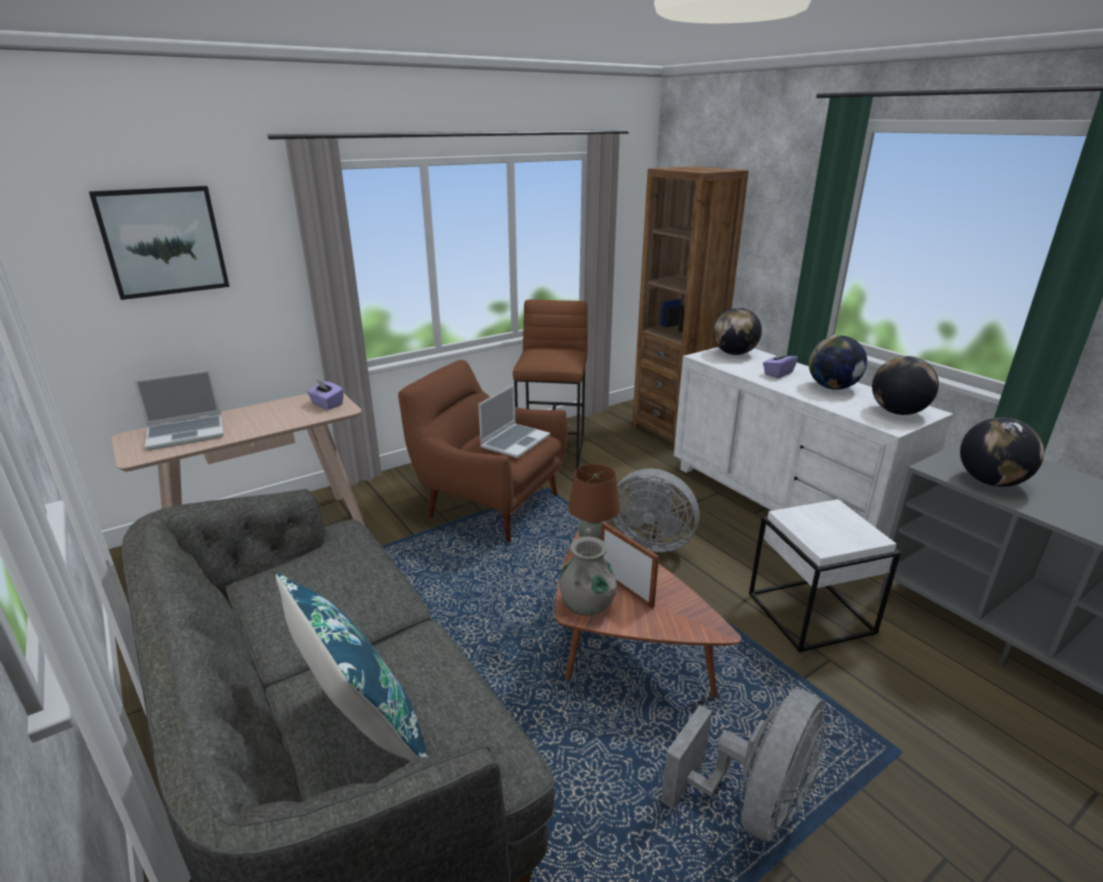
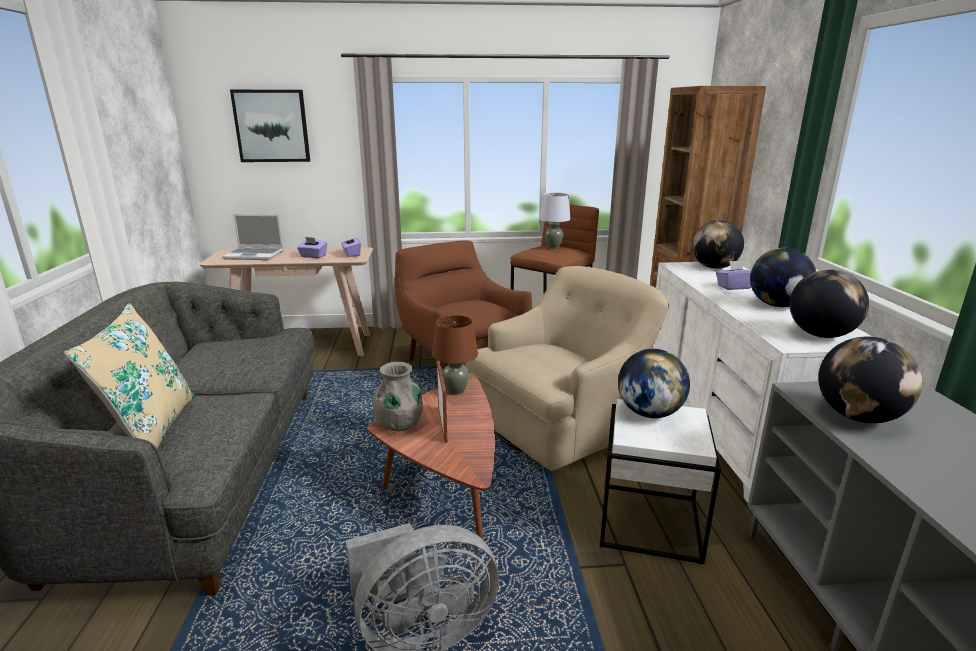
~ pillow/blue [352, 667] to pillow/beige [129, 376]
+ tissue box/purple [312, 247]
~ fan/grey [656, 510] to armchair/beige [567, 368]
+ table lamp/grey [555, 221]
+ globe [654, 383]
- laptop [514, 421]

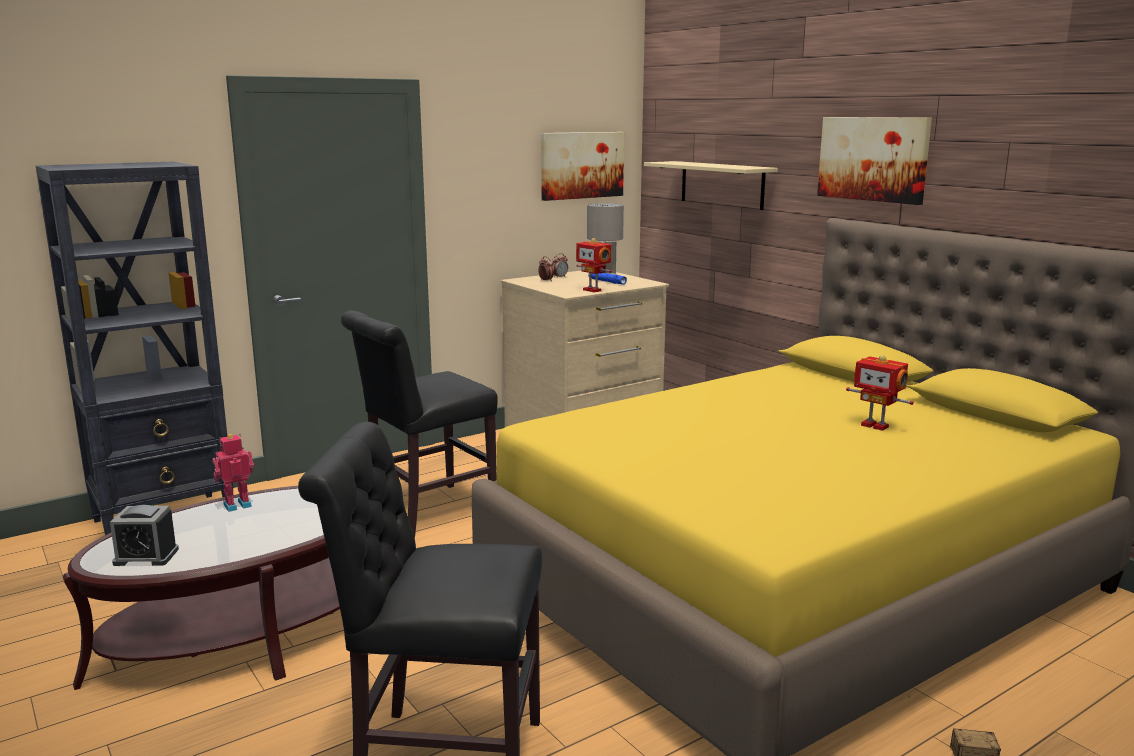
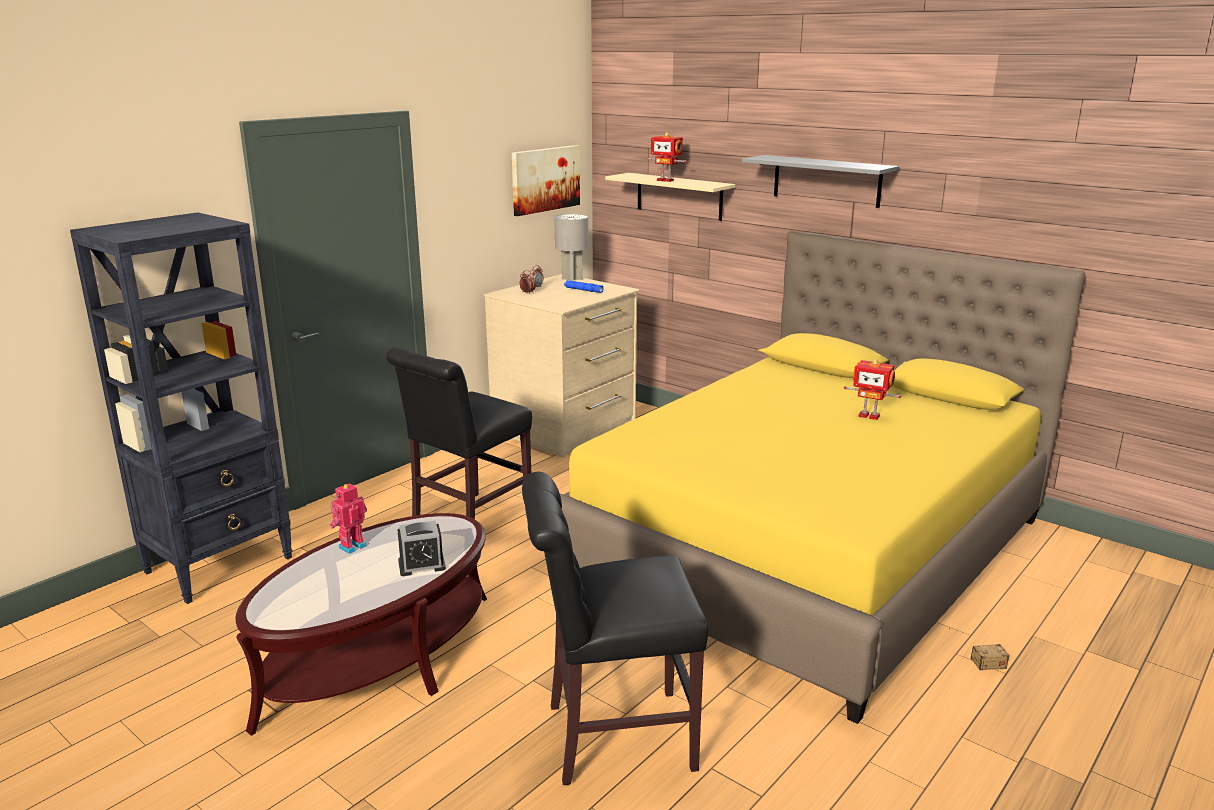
~ alarm clock [144, 535] to [421, 548]
~ toy robot [594, 265] to [666, 157]
~ picture [874, 161] to shelf/grey [820, 181]

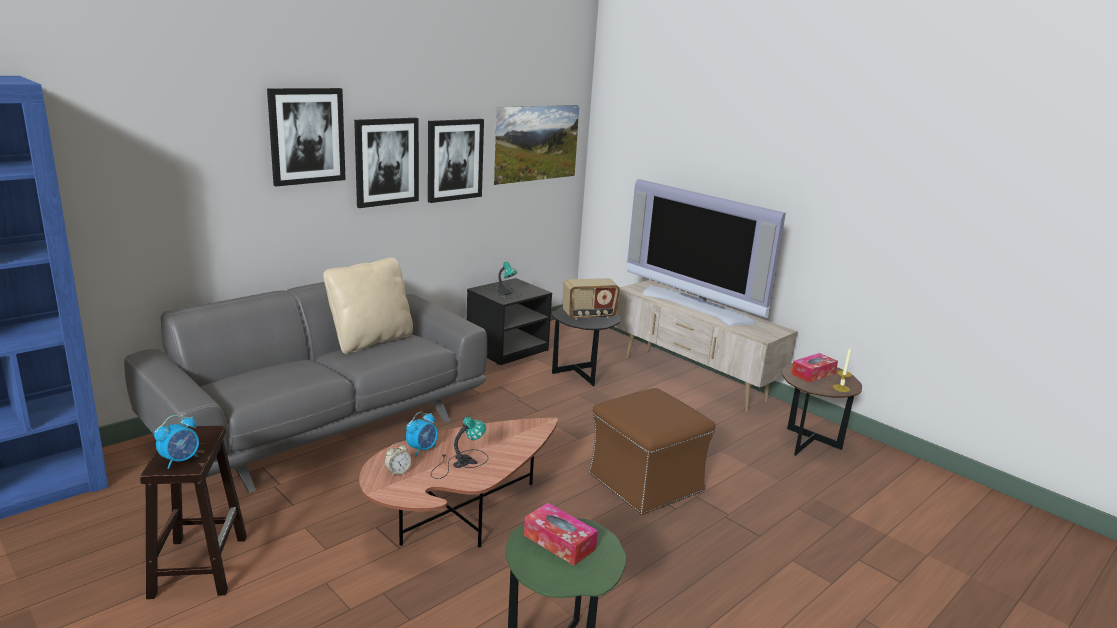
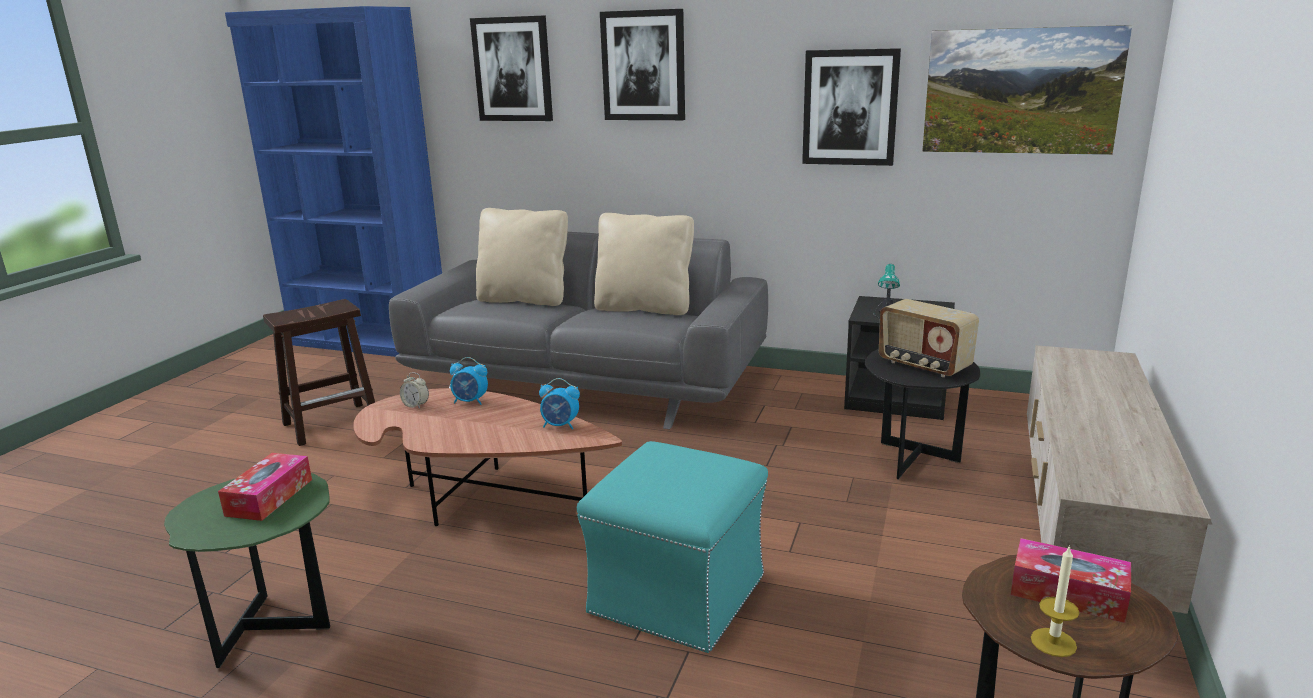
~ picture [386, 163] to [511, 68]
+ pillow/beige [522, 257]
~ alarm clock [176, 442] to [559, 404]
~ ottoman/brown [652, 451] to ottoman/turquoise [672, 547]
- table lamp [459, 448]
- television [706, 252]

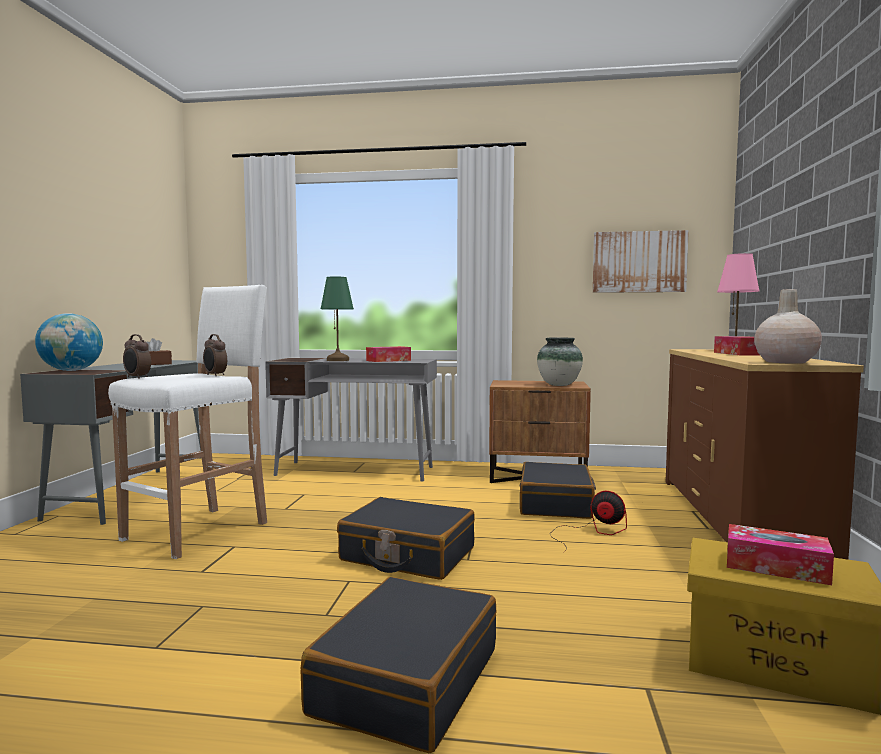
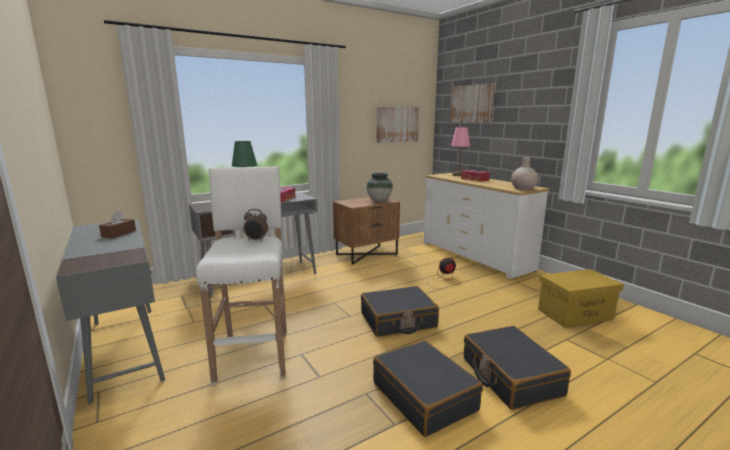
~ suitcase/black [558, 490] to [428, 388]
~ dresser/brown [765, 454] to dresser/white [486, 226]
+ picture [472, 103]
- globe [69, 342]
- alarm clock [137, 356]
- tissue box [780, 554]

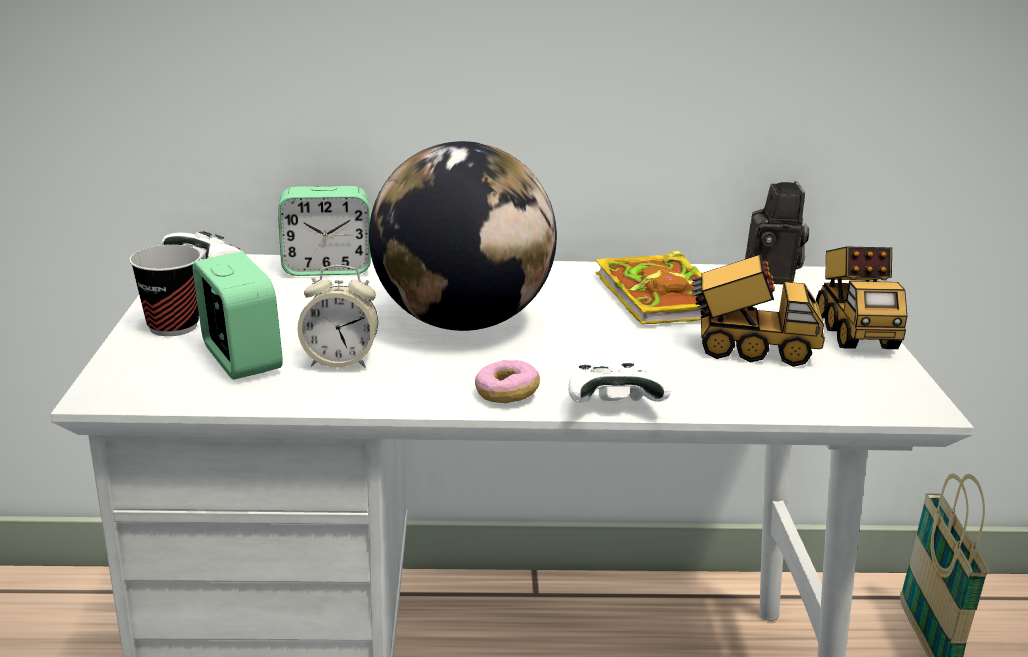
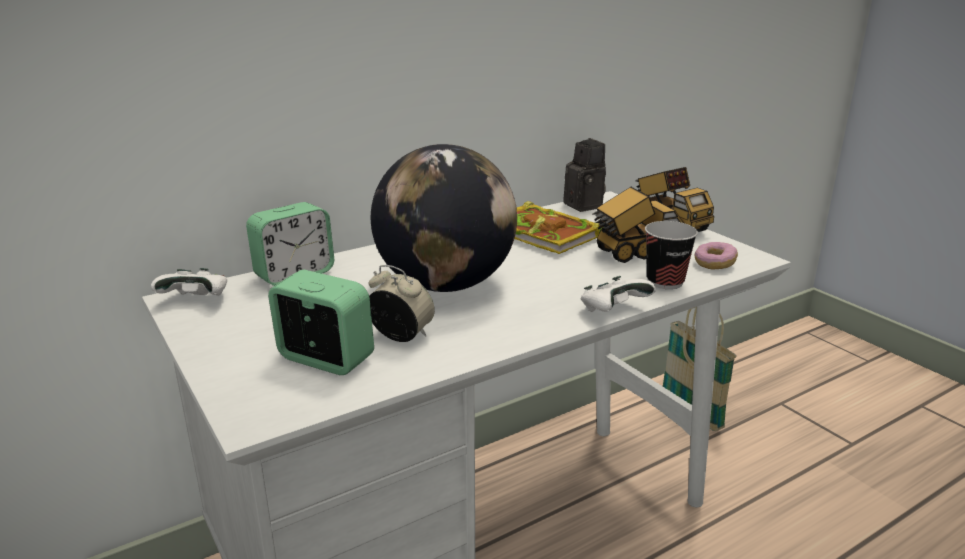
~ alarm clock [337, 316] = [402, 303] 120 degrees counterclockwise
~ cup [165, 290] to [671, 255]
~ donut [507, 381] to [716, 256]

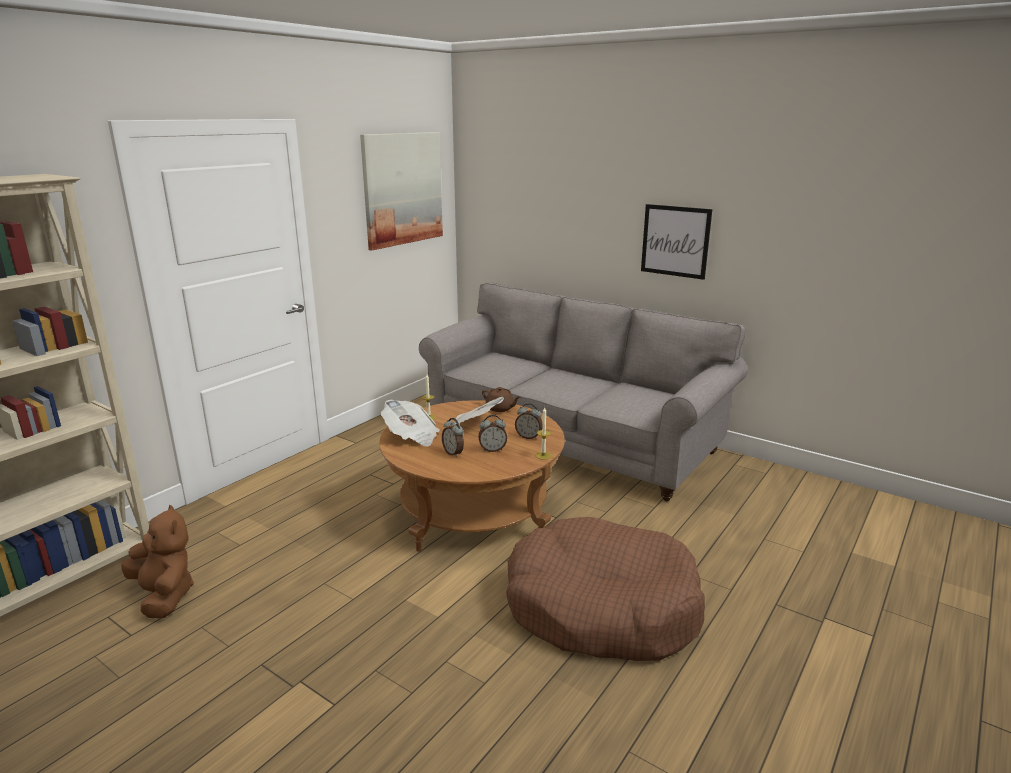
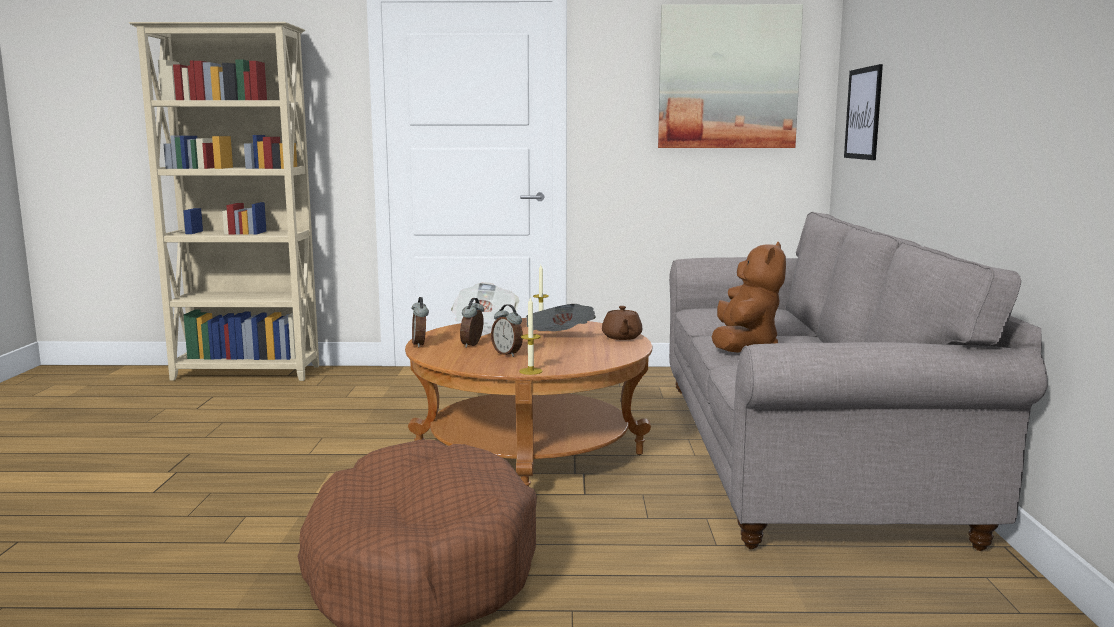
~ alarm clock [529, 421] to [420, 322]
~ plush toy/brown [157, 561] to [749, 297]
~ picture [676, 242] to [863, 112]

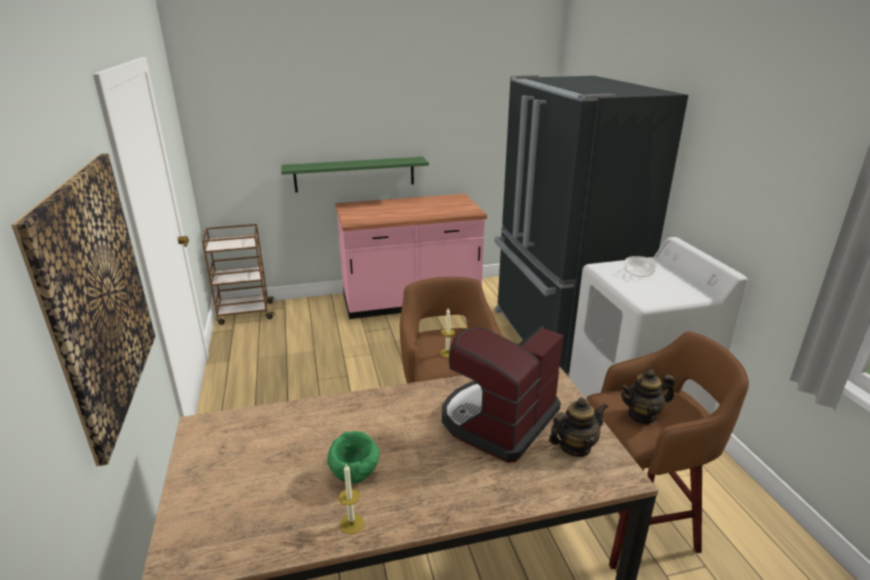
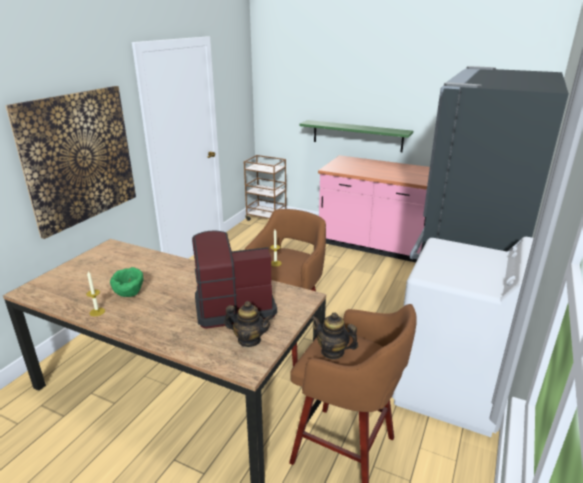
- bowl [641, 266]

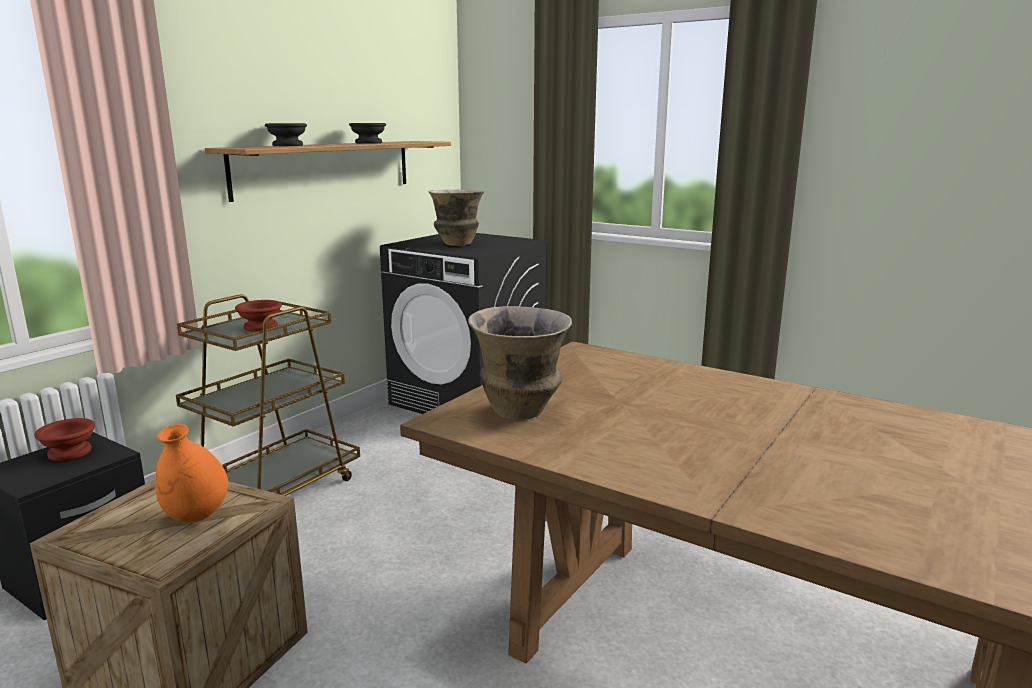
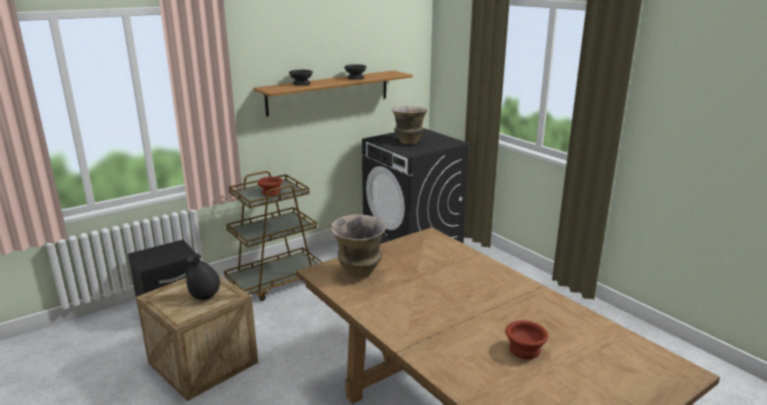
~ vase/orange [191, 473] to vase/black [203, 277]
~ bowl/brown [65, 439] to [526, 339]

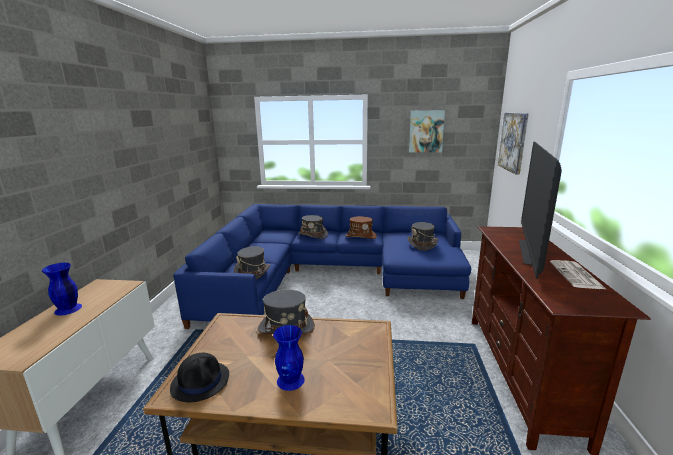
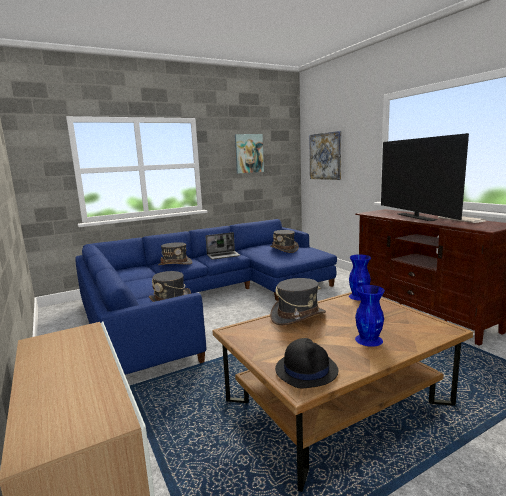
~ hat/brown [361, 227] to laptop [223, 246]
~ vase/blue [62, 289] to [360, 277]

